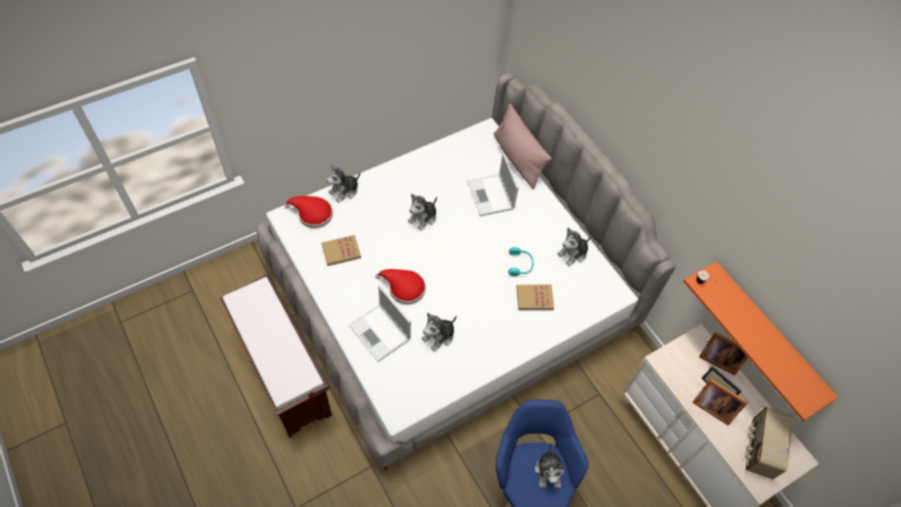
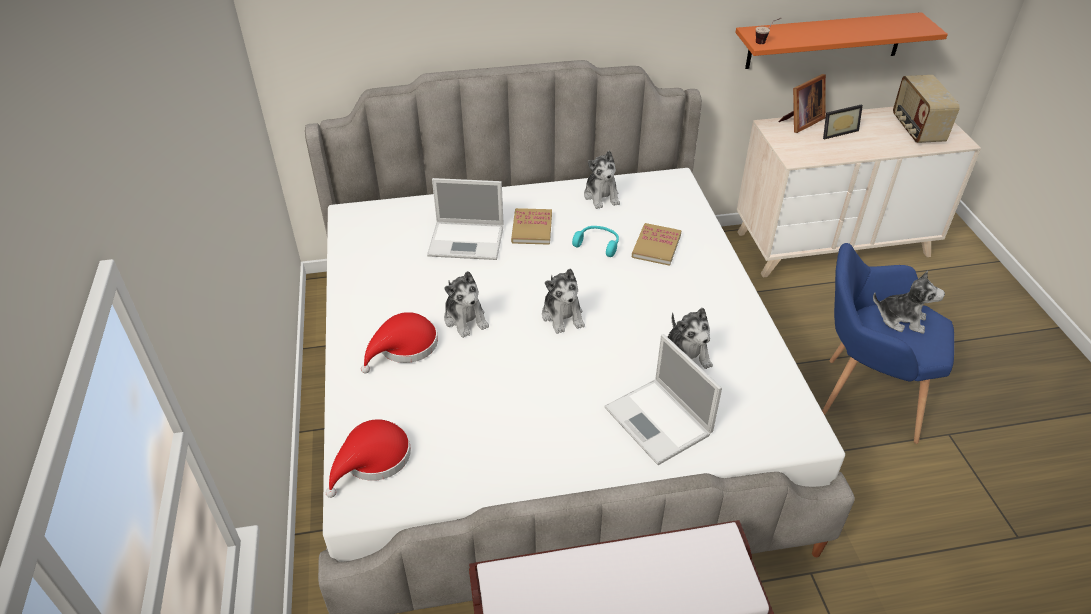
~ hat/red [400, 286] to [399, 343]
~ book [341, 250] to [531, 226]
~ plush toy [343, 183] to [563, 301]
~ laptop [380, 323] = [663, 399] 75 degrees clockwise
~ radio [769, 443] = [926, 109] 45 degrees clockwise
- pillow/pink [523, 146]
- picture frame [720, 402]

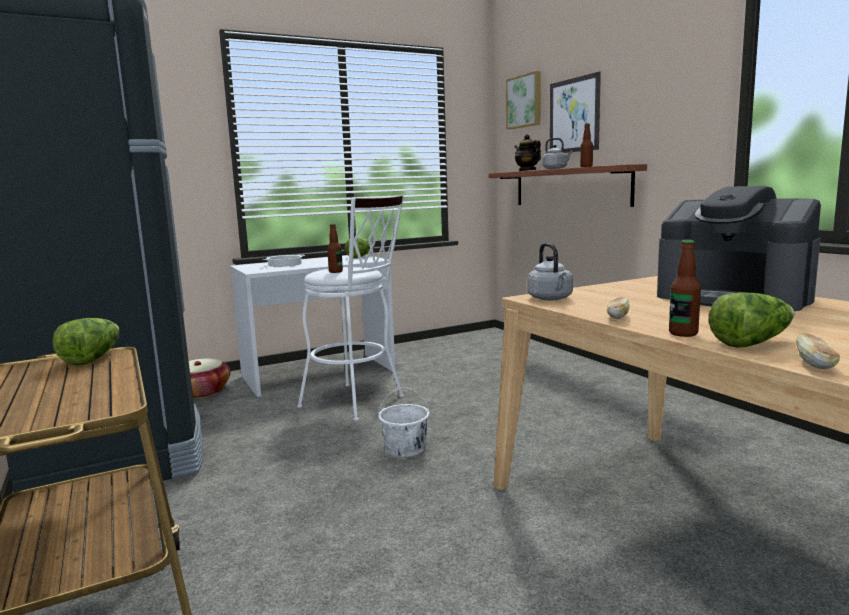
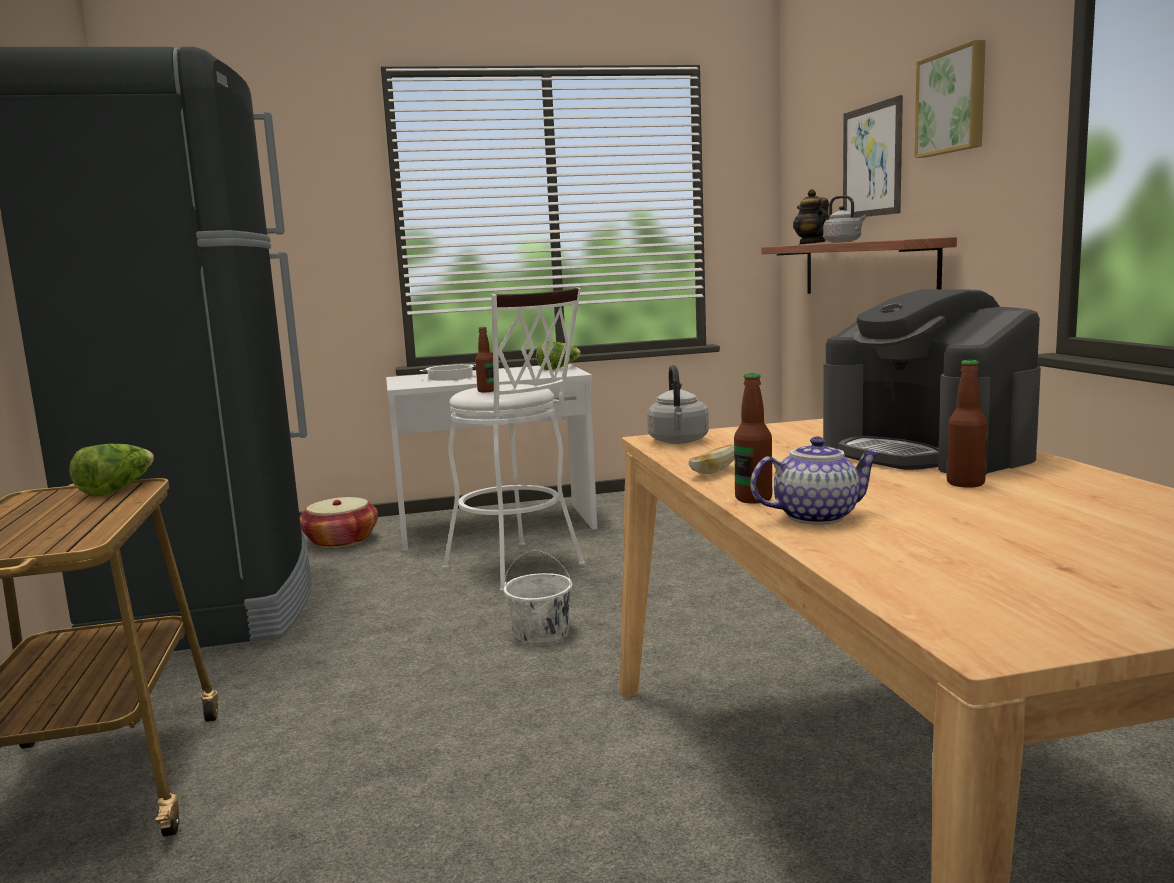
~ lettuce [751, 320] to teapot [816, 481]
~ picture [523, 100] to [950, 99]
~ bottle [586, 145] to [967, 424]
- bread [818, 351]

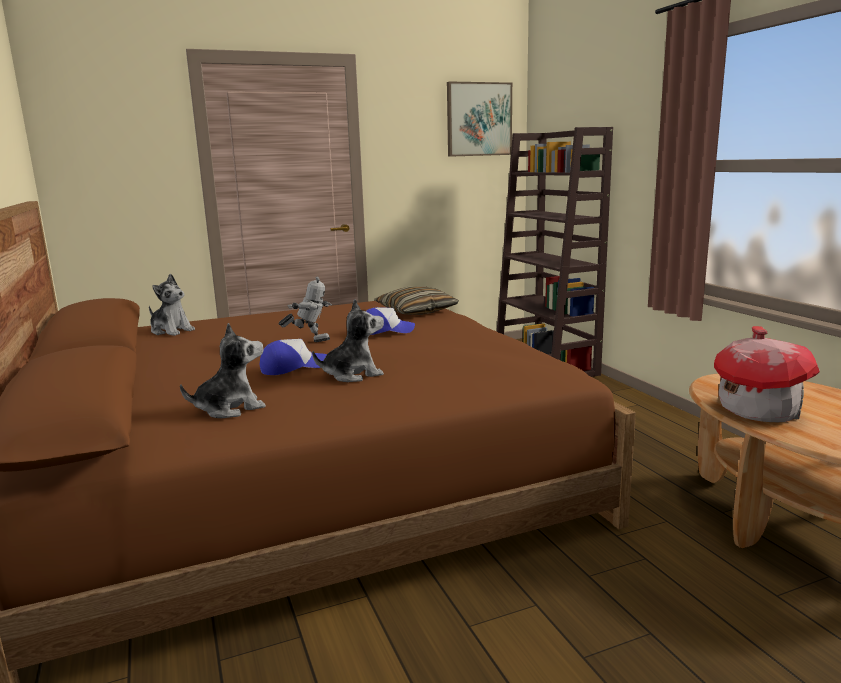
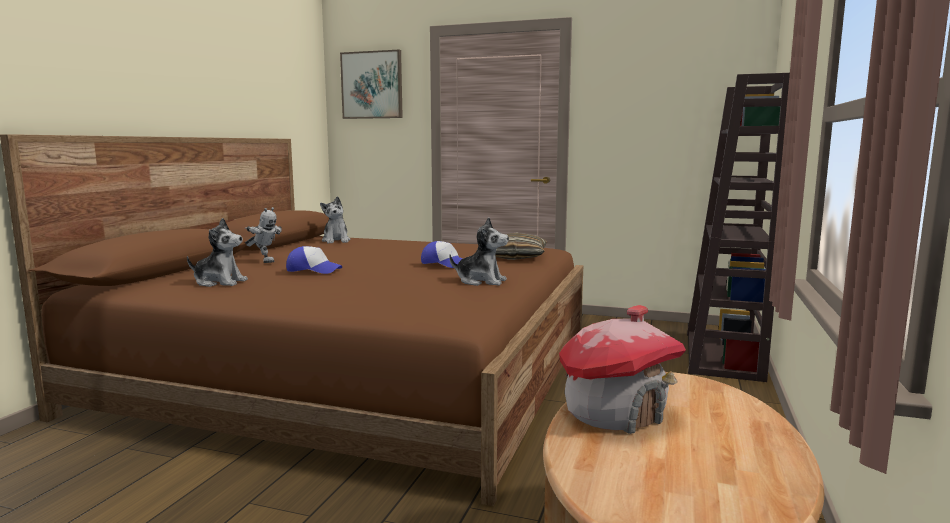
~ toy robot [305, 309] to [263, 235]
~ picture [479, 119] to [371, 84]
~ plush toy [348, 340] to [479, 251]

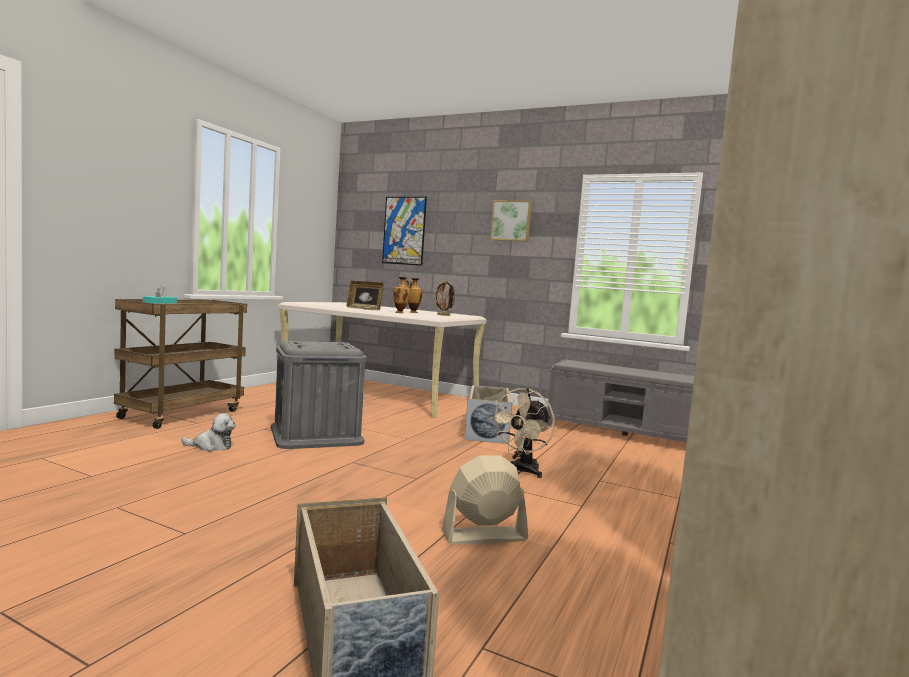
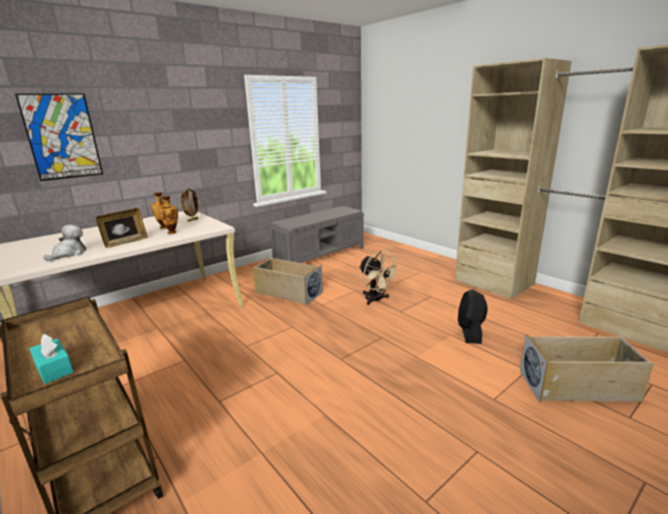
~ plush toy [208, 432] to [64, 243]
~ fan/beige [485, 499] to fan/black [473, 317]
- storage box/grey [319, 395]
- picture [511, 220]

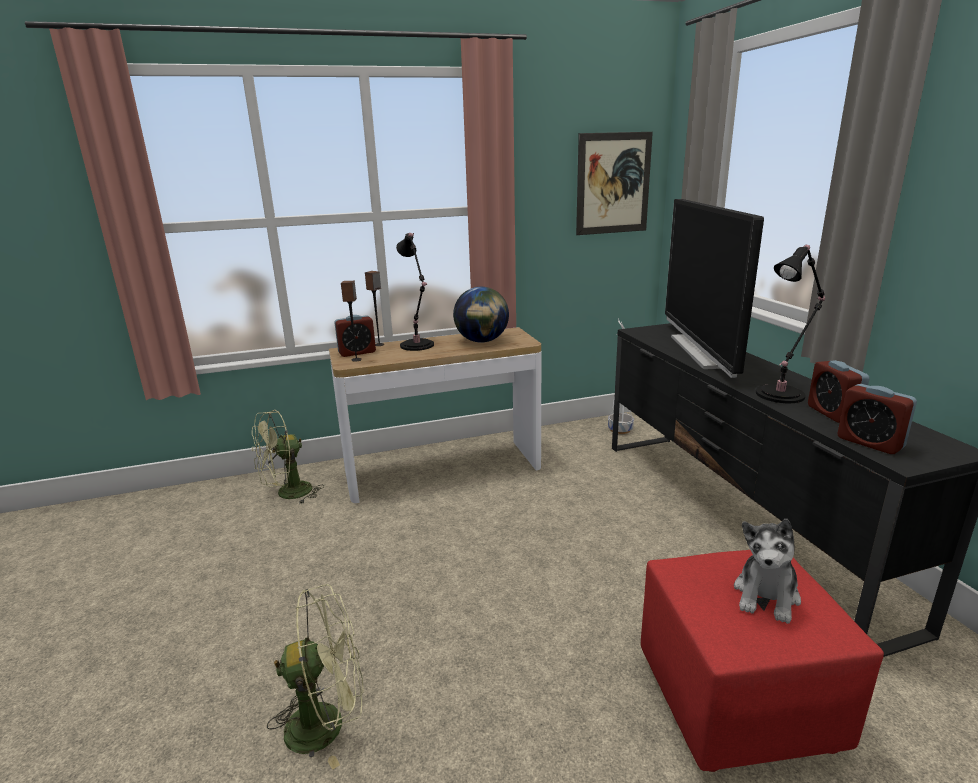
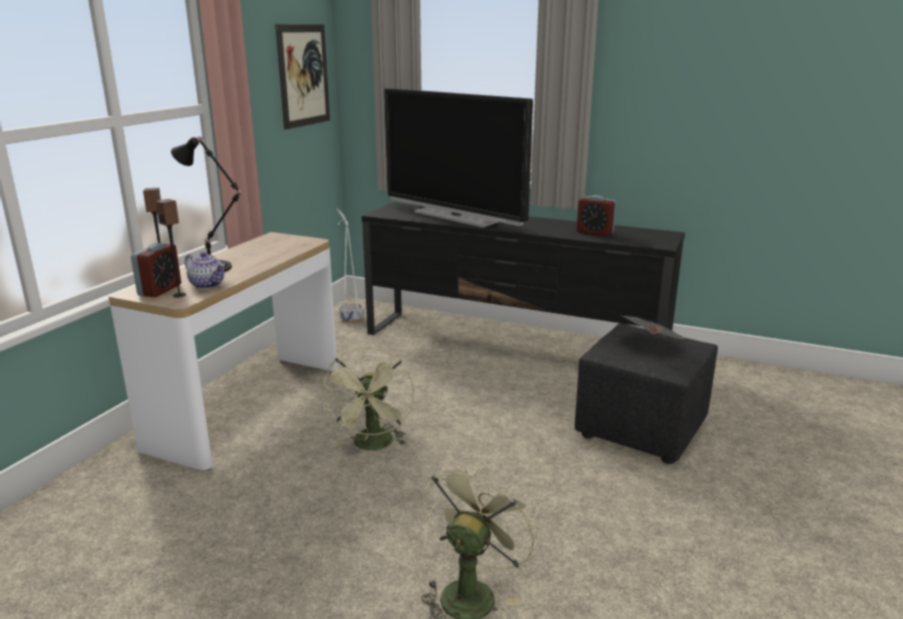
+ teapot [205, 270]
~ fan/green [288, 457] to [368, 398]
~ ottoman/red [762, 661] to ottoman/black [646, 393]
~ plush toy [767, 571] to newspaper [652, 327]
- globe [481, 315]
- table lamp/black [790, 324]
- alarm clock [877, 419]

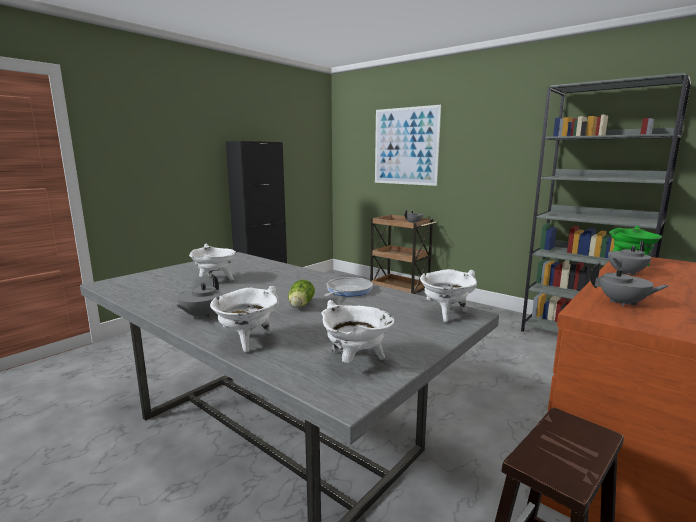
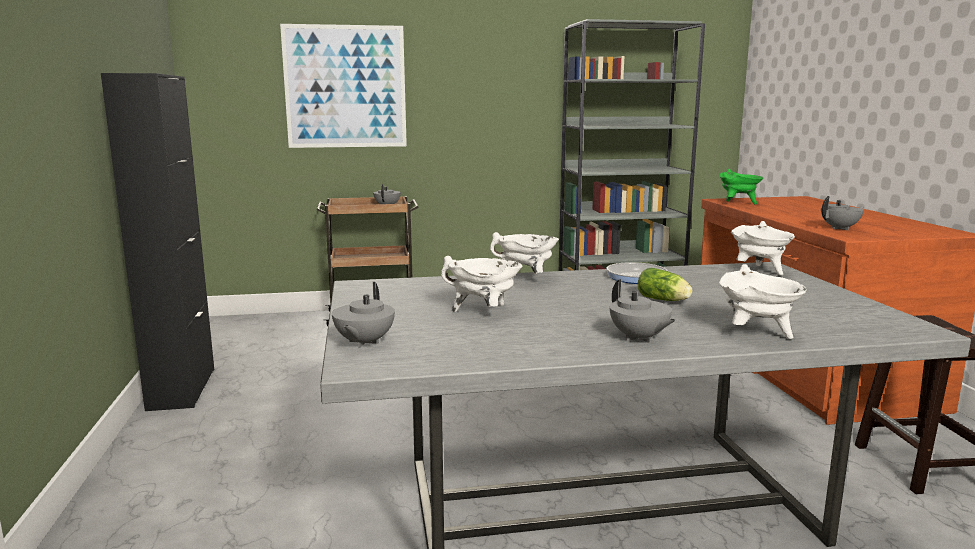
~ teapot/grey [629, 257] to [363, 315]
~ cooking pot/white [357, 331] to [524, 253]

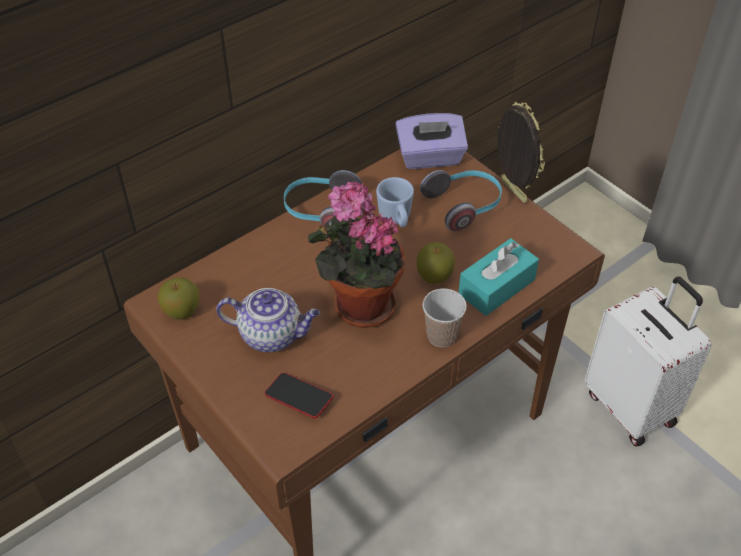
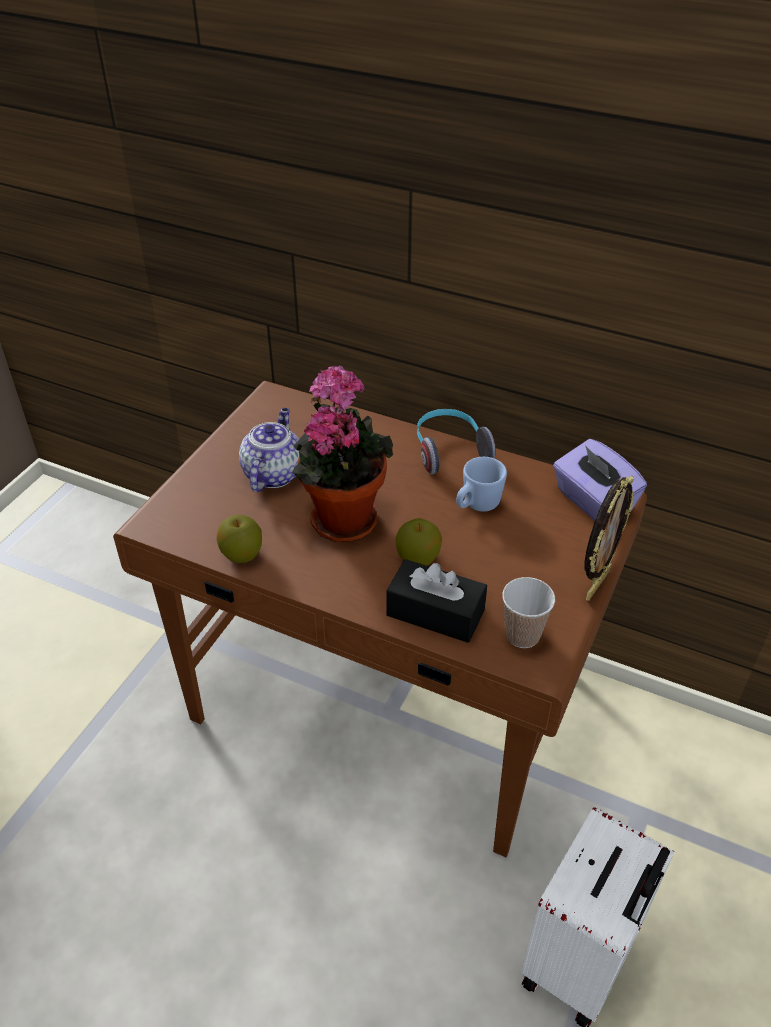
~ apple [178, 298] to [239, 539]
~ teapot [268, 320] = [269, 450] 150 degrees counterclockwise
~ tissue box/turquoise [498, 277] to tissue box/black [436, 601]
~ cup [444, 317] to [528, 612]
- phone [299, 395]
- headphones [461, 200]

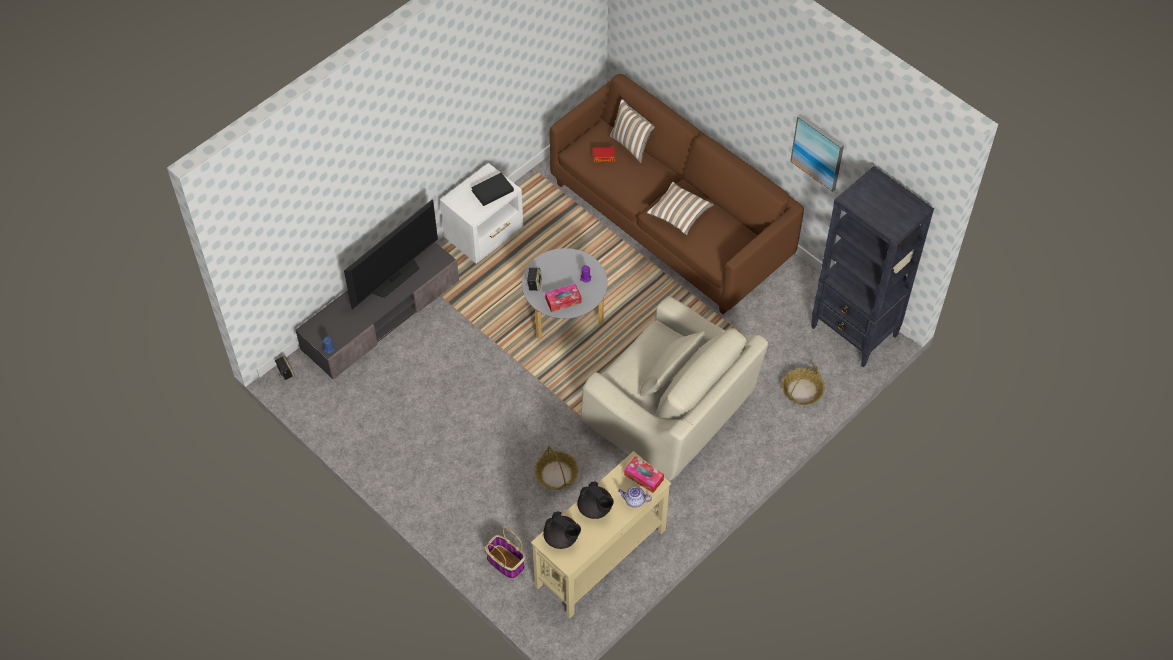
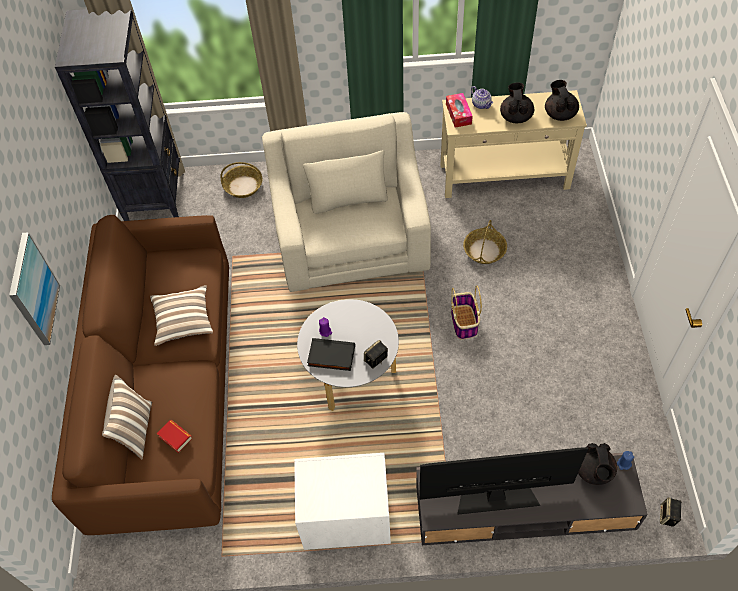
~ picture [817, 153] to [34, 288]
~ book/black [492, 189] to [331, 354]
~ basket [505, 553] to [466, 312]
+ teapot/black [597, 464]
- tissue box [563, 298]

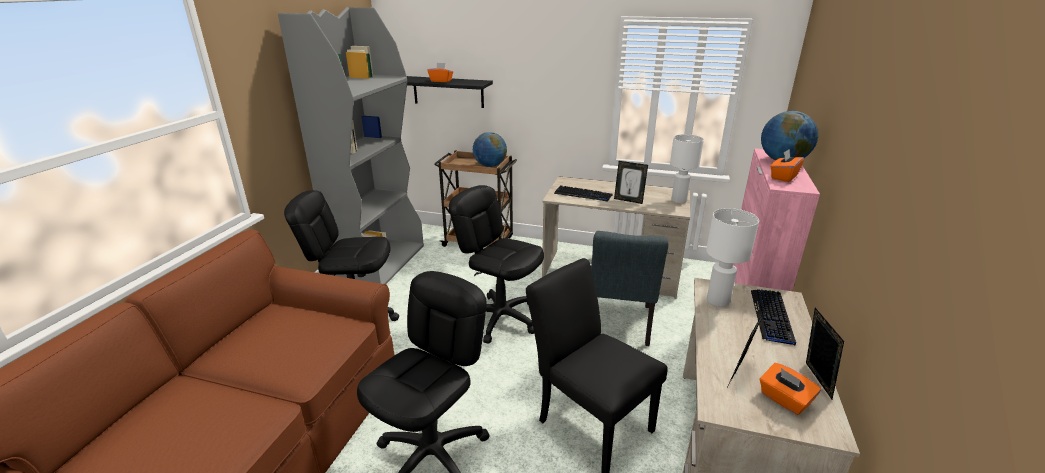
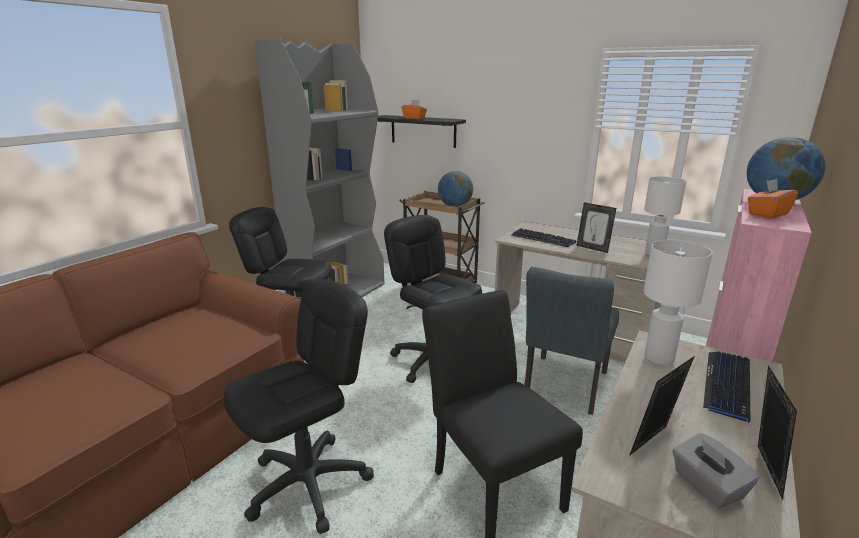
~ tissue box/orange [790, 389] to tissue box/grey [715, 470]

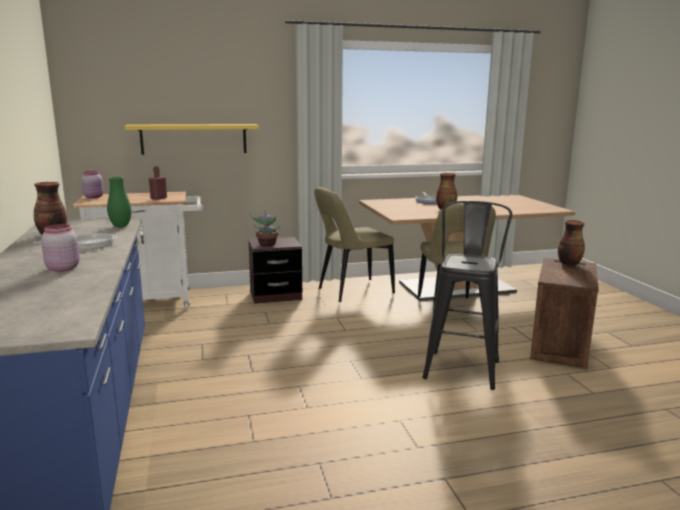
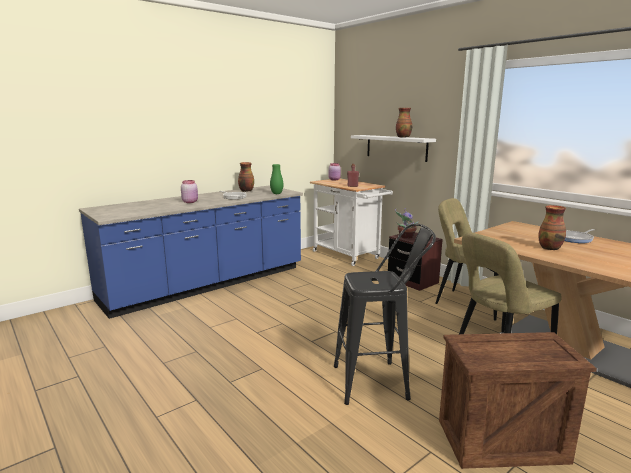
~ shelf/yellow [191, 139] to shelf/white [393, 148]
~ vase [571, 243] to [404, 123]

